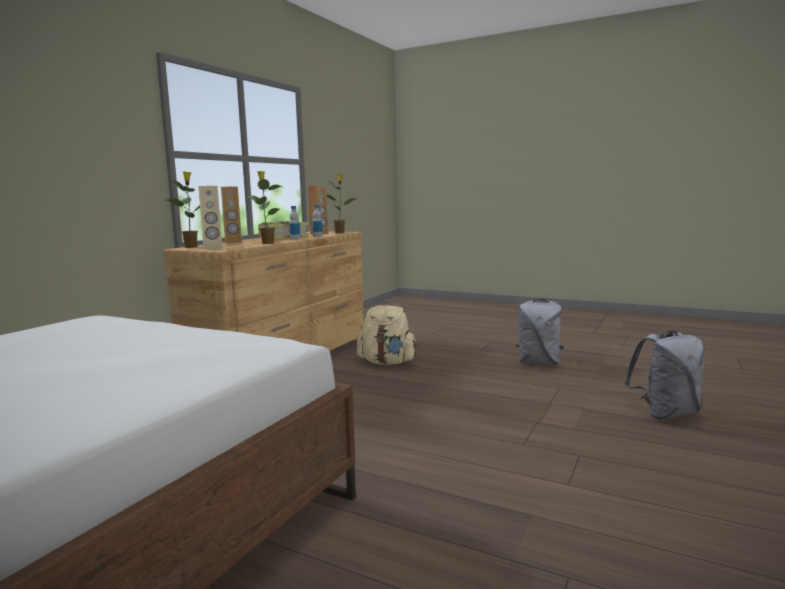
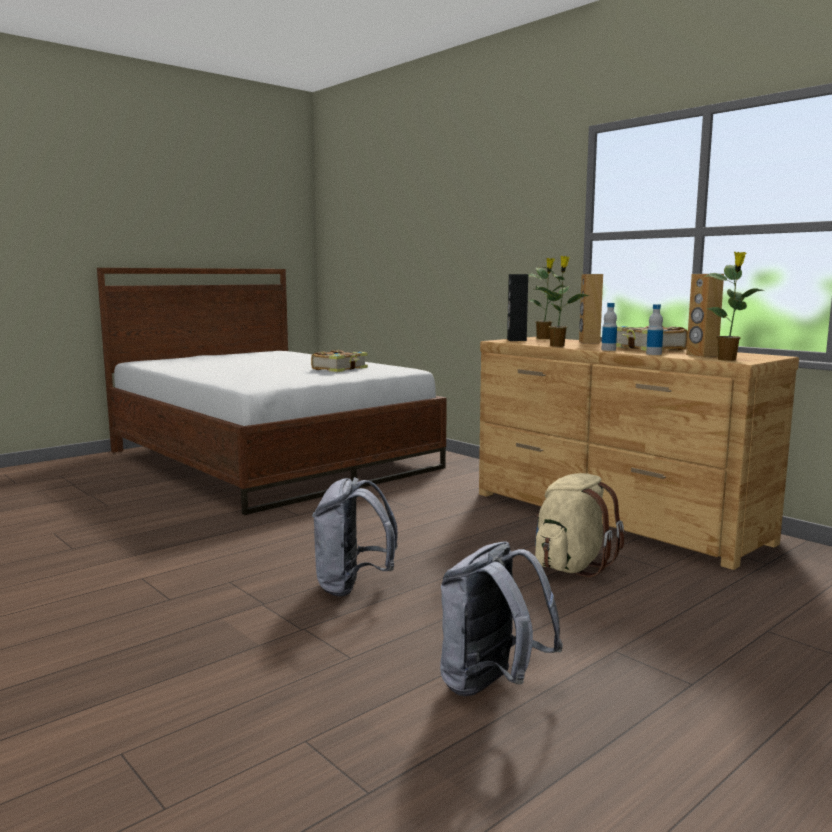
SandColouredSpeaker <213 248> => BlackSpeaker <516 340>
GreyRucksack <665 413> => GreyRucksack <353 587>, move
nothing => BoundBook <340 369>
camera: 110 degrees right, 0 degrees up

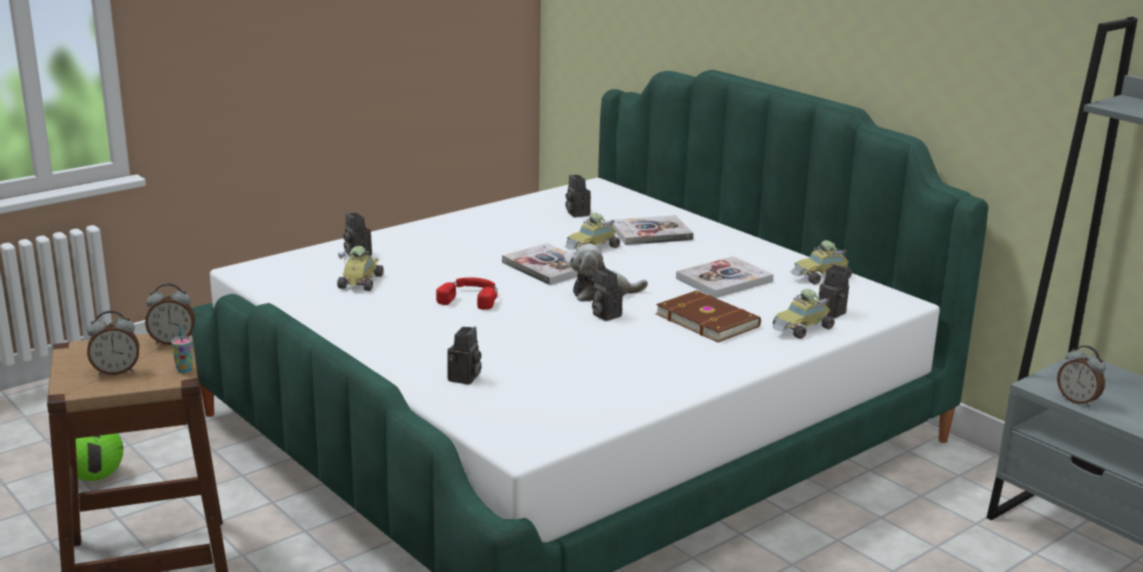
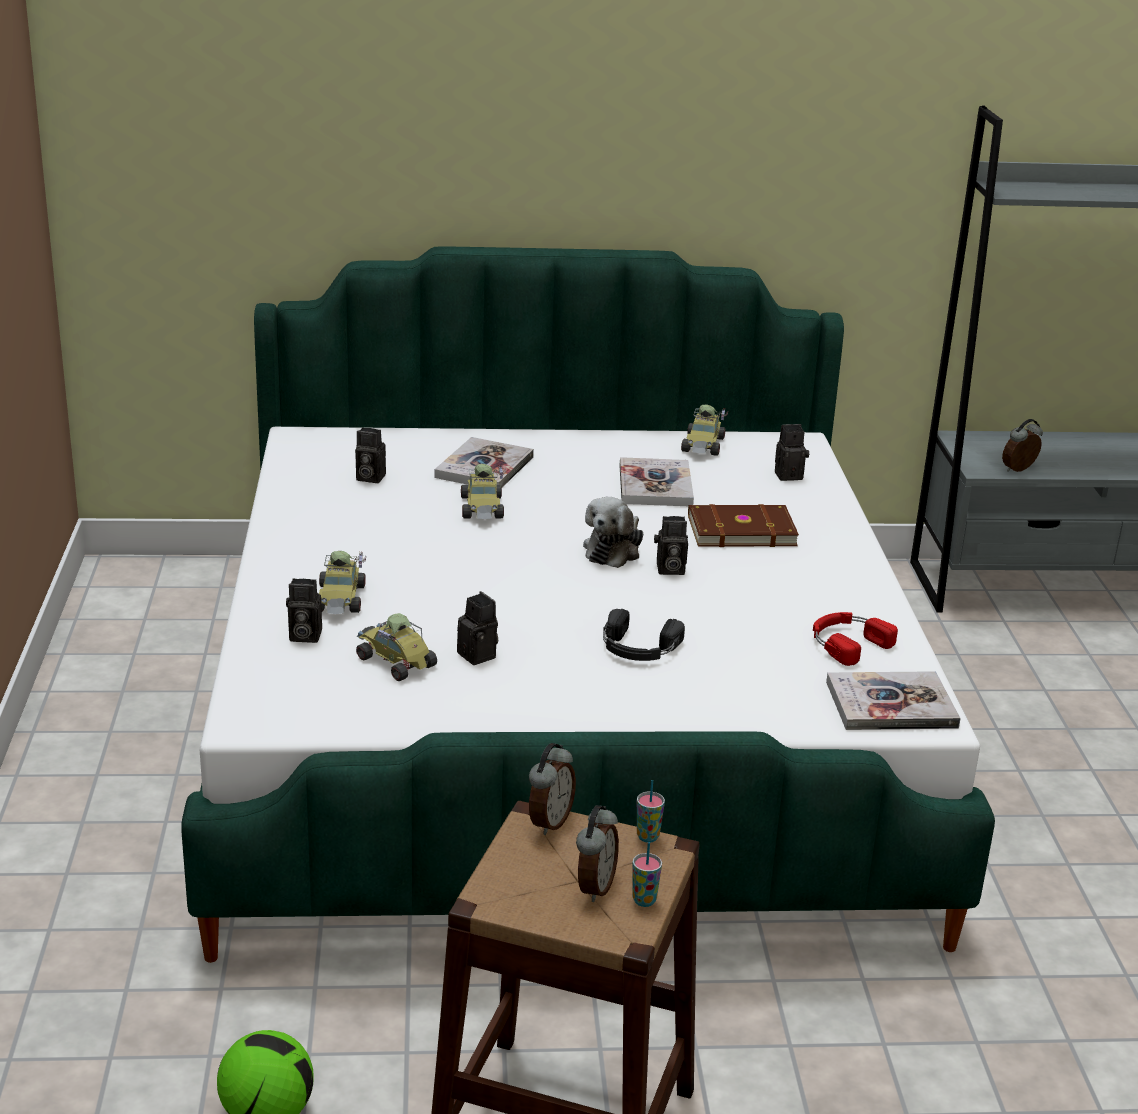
BoundBook <548 267> => BoundBook <891 705>, move
RedHeadphones <471 298> => RedHeadphones <847 643>, move
MiniatureCar <802 328> => MiniatureCar <341 599>, move
PhotoCamera <464 379> => PhotoCamera <480 655>, move
TableClock <1077 400> => TableClock <1019 470>, 150 degrees clockwise
nothing => BlackHeadphones <638 648>
nothing => Cup <644 900>
camera: 55 degrees left, 5 degrees up

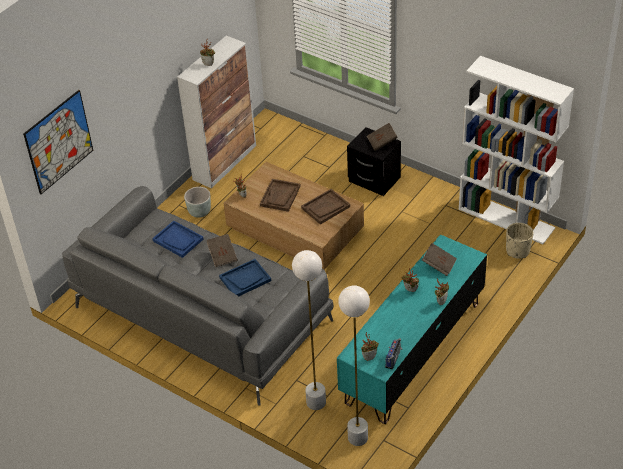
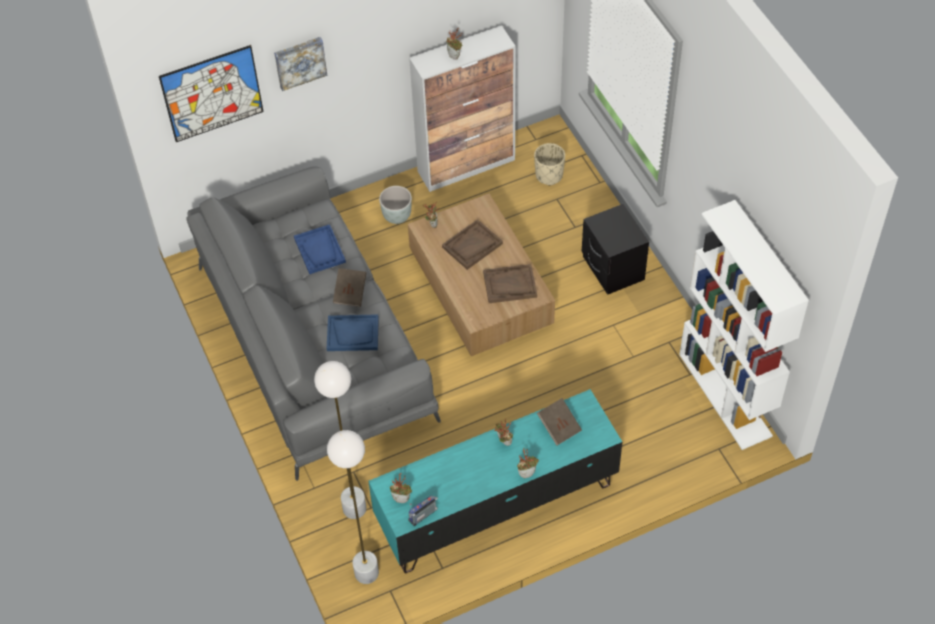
BrownBoundBook <382 142> => nothing
SandColouredPlantPot <518 251> => SandColouredPlantPot <549 175>, move
nothing => WallPicture <300 62>
camera: 30 degrees right, 10 degrees up

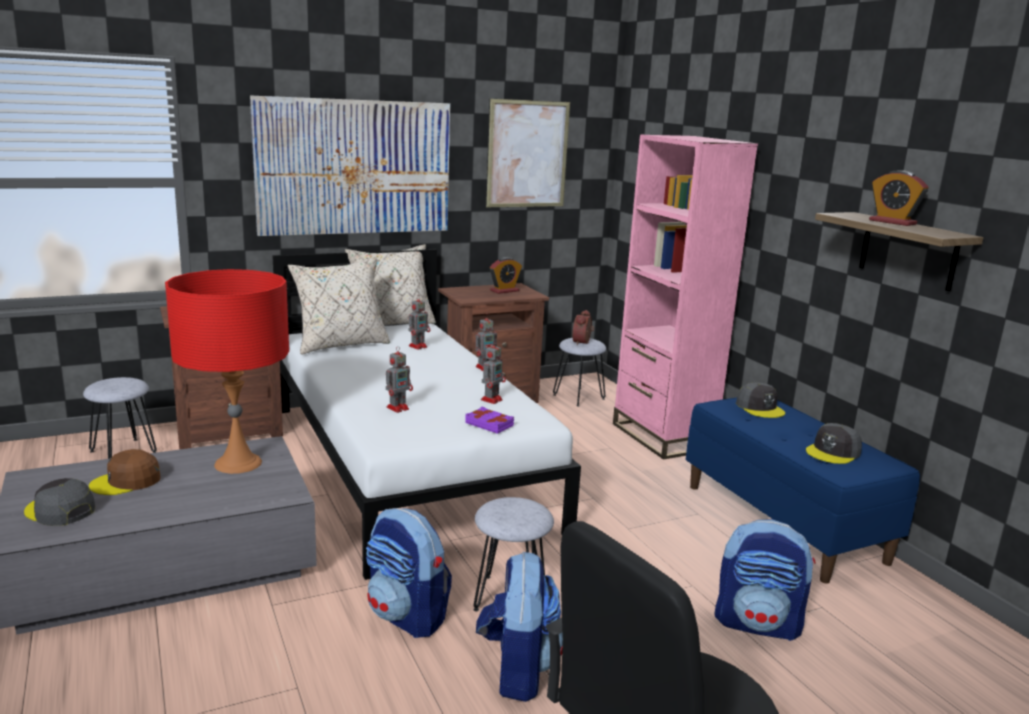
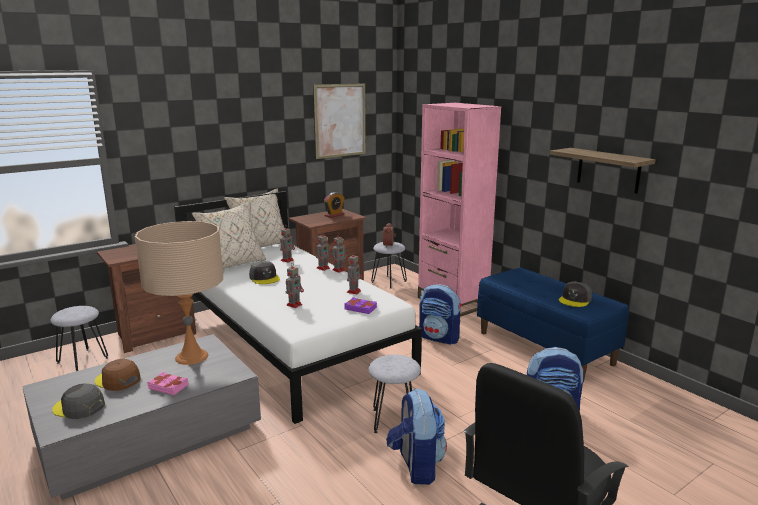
WallPicture <354 167> => nothing
TableClock <892 222> => nothing
RedTabletopLamp <238 463> => SandColouredTabletopLamp <191 357>
GreyPeakedCap <760 408> => GreyPeakedCap <264 278>, move
BrownPeakedCap <126 481> => BrownPeakedCap <117 380>, 75 degrees clockwise
Rucksack <407 616> => Rucksack <439 338>, move
nothing => RobotFigure <323 268>
nothing => PinkishBoundBook <168 386>
camera: 10 degrees left, 0 degrees up

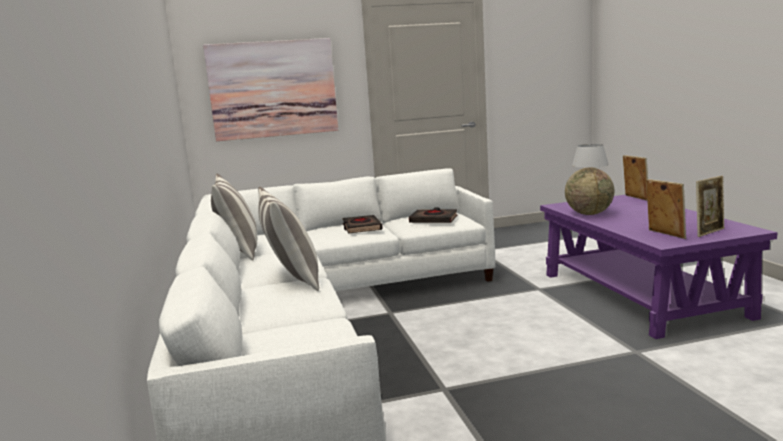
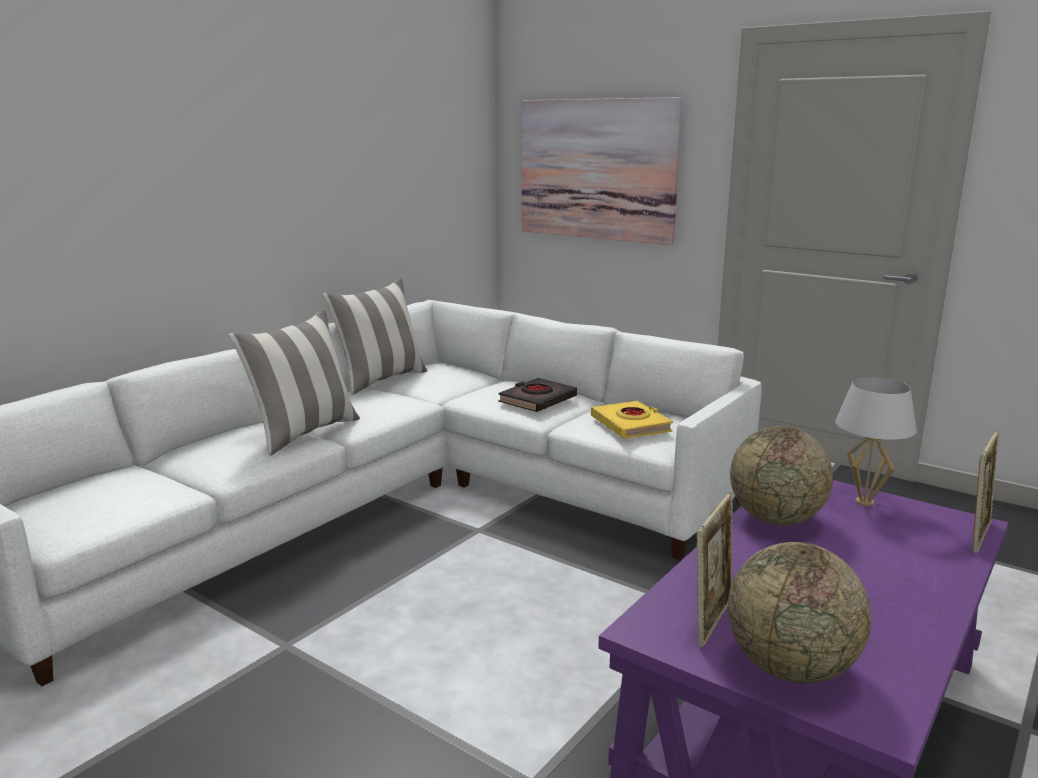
StandingFrame <709 232> => DeskGlobe <791 668>
BlackBoundBook <433 220> => YellowColouredBoundBook <631 425>
camera: 50 degrees right, 5 degrees up

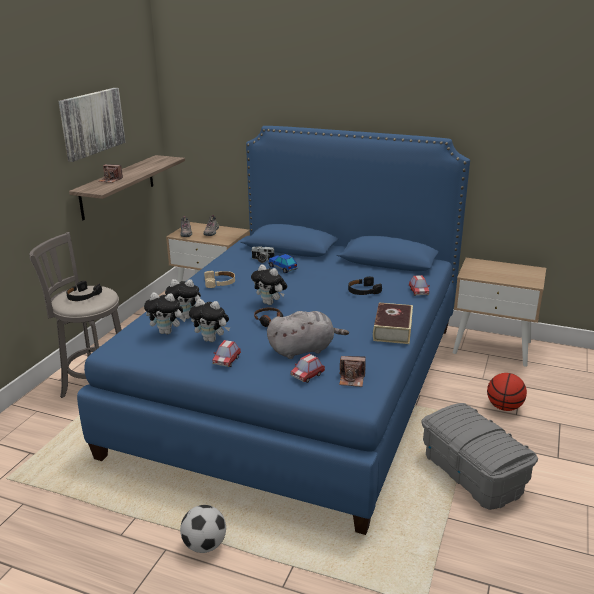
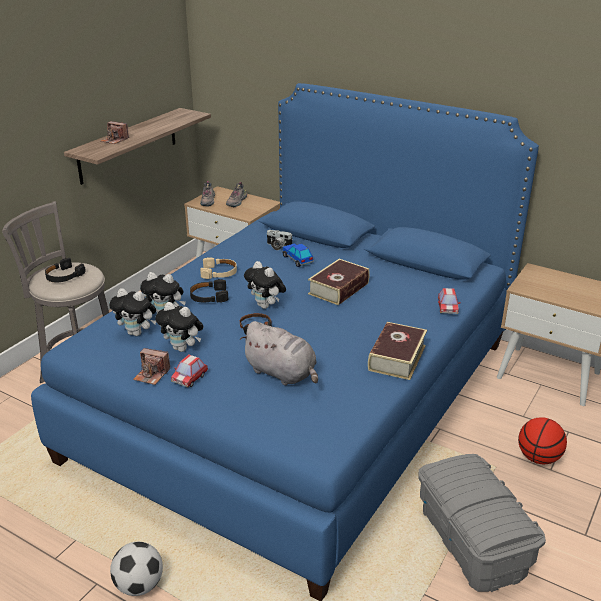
WallPicture <91 123> => nothing
BlackHeadphones <363 291> => BlackHeadphones <209 296>, move
GreyPlushToy <304 349> => GreyPlushToy <282 373>, 45 degrees clockwise
MiniatureCar <307 375> => nothing
PhotoCamera <352 379> => PhotoCamera <152 375>, move
nothing => BoundBook <338 288>
camera: 10 degrees right, 5 degrees up

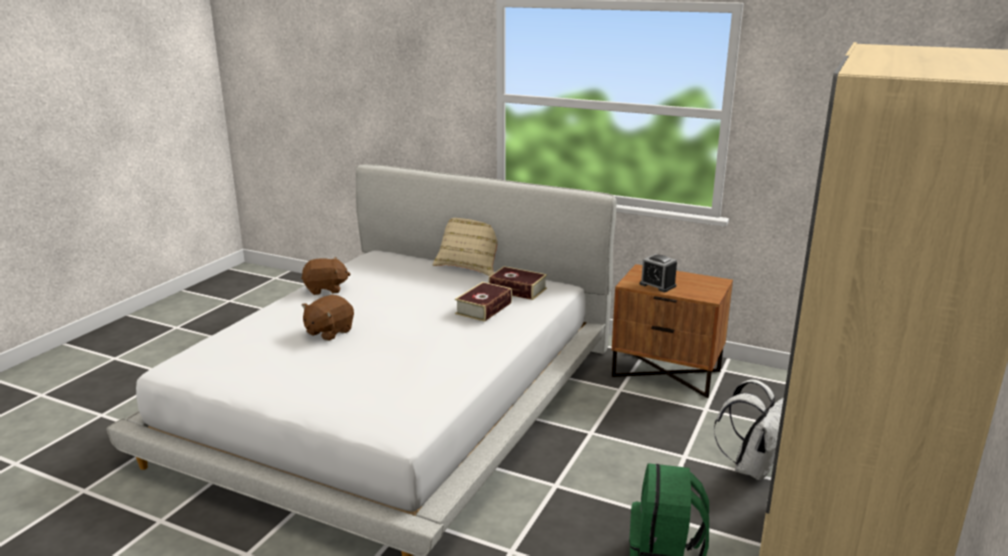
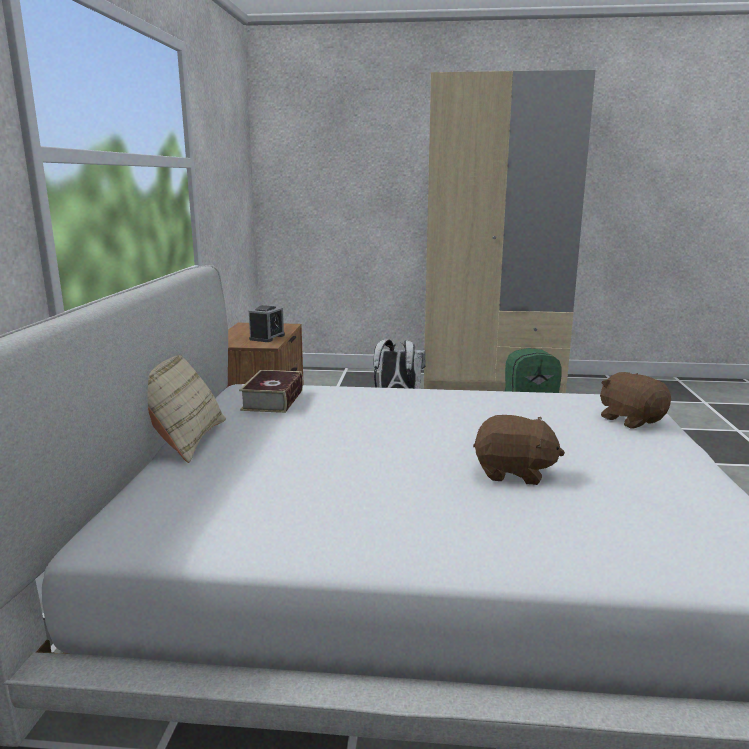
BrownPlushToy <325 289> => BrownPlushToy <631 420>, move
BoundBook <484 308> => nothing
camera: 110 degrees left, 5 degrees down

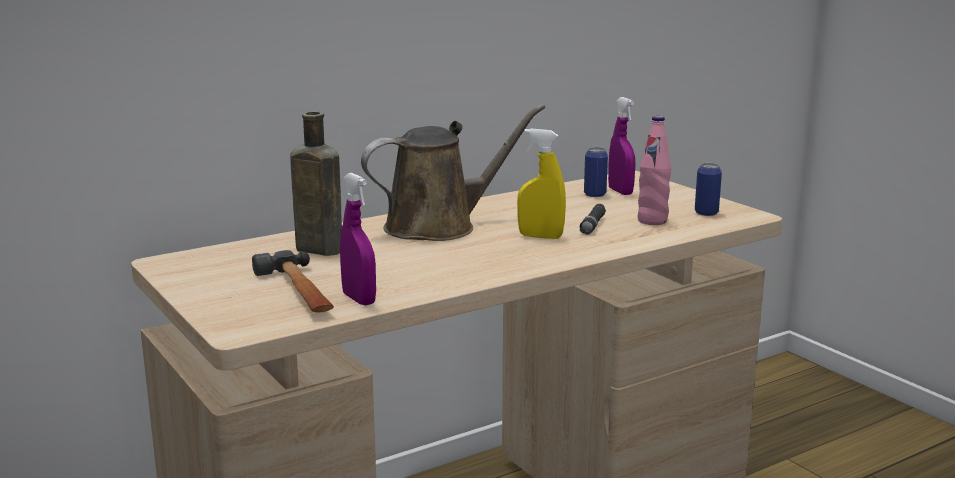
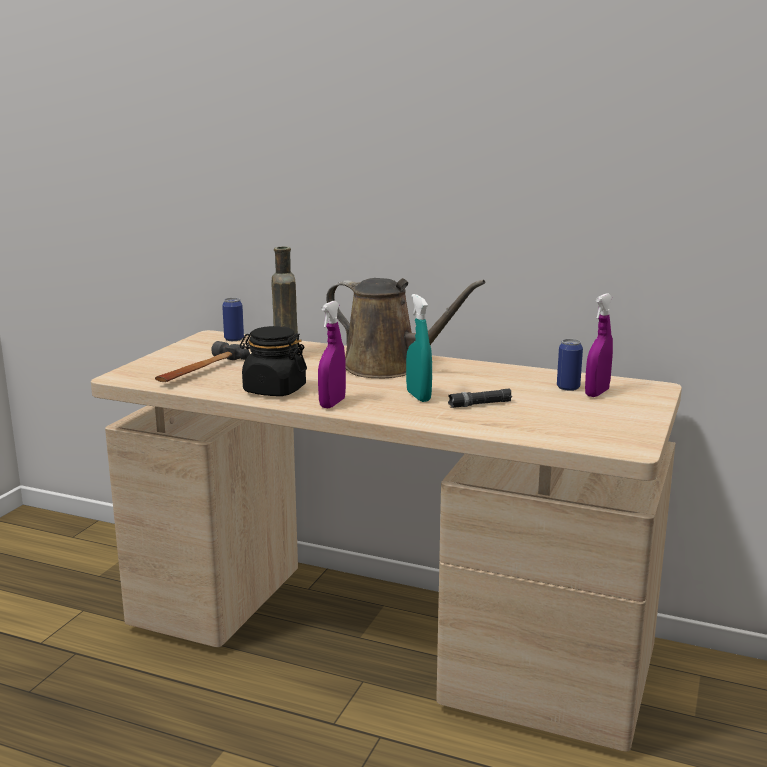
PinkishBottle <652 221> => nothing
YellowColouredSprayer <540 236> => TurquoiseSprayer <418 396>
Can <706 213> => Can <234 339>, move
PurpleColouredSprayer <359 299> => PurpleColouredSprayer <332 403>, move
nothing => BlackJar <274 390>
camera: 55 degrees right, 0 degrees up

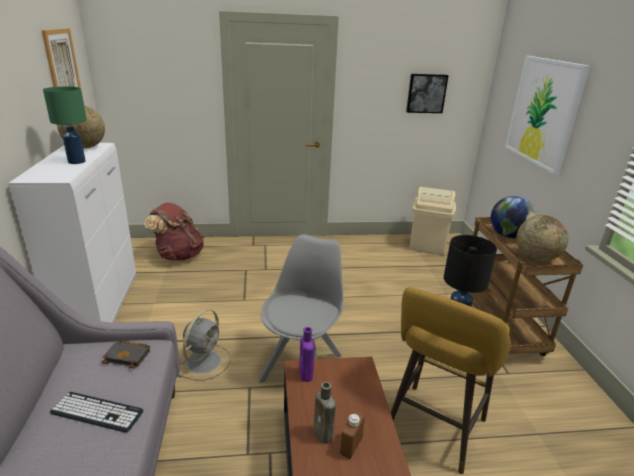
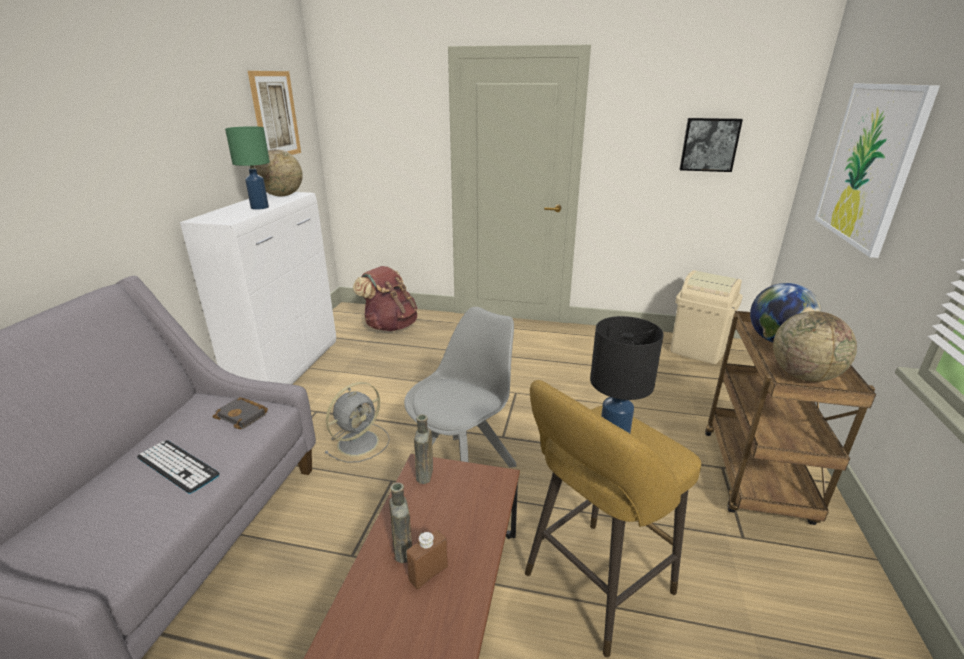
PurpleColouredBottle <306 375> => BrownBottle <424 476>
camera: 20 degrees right, 0 degrees up

